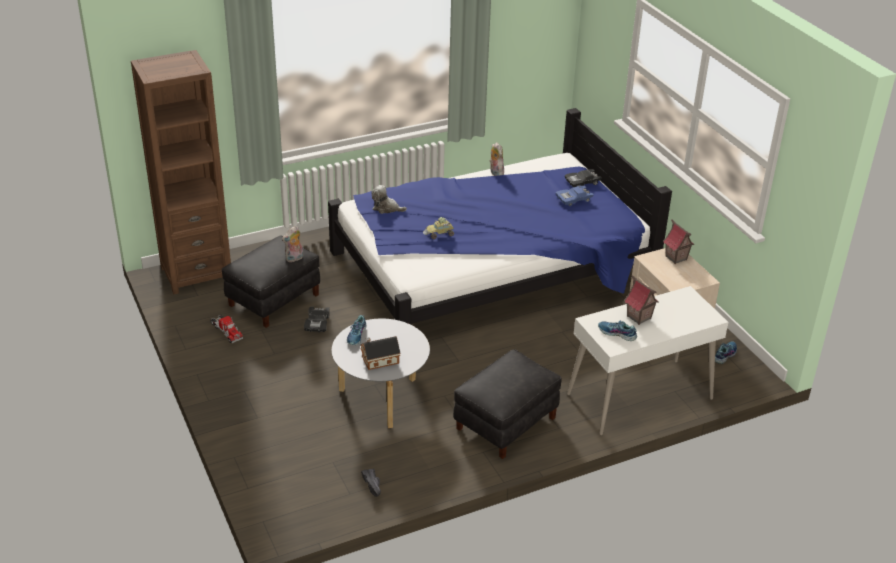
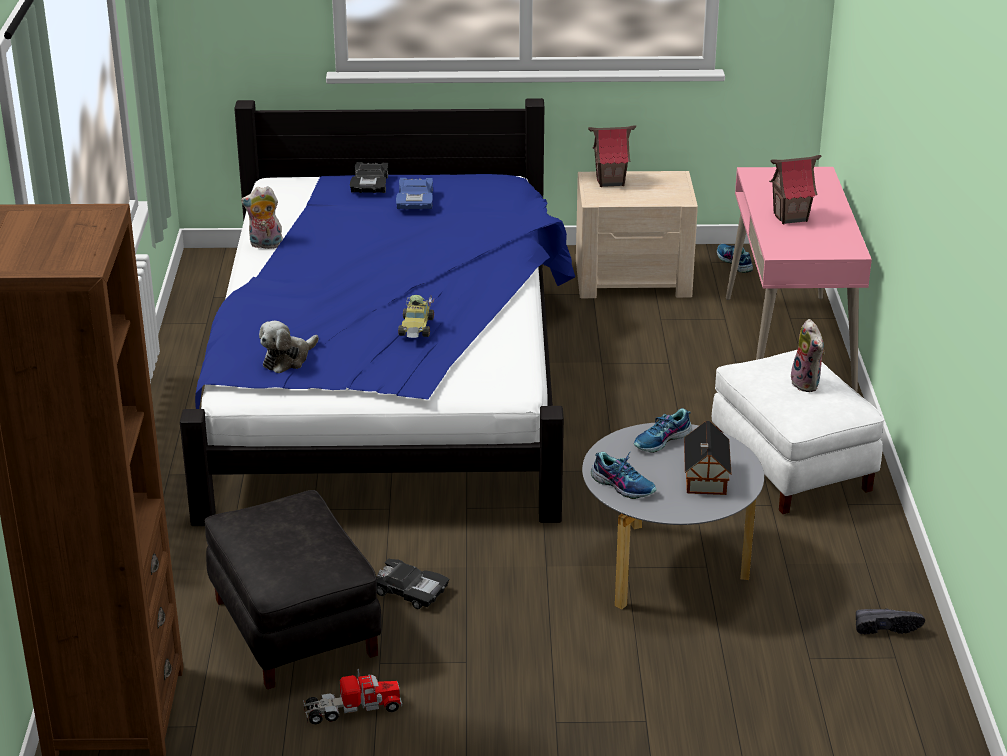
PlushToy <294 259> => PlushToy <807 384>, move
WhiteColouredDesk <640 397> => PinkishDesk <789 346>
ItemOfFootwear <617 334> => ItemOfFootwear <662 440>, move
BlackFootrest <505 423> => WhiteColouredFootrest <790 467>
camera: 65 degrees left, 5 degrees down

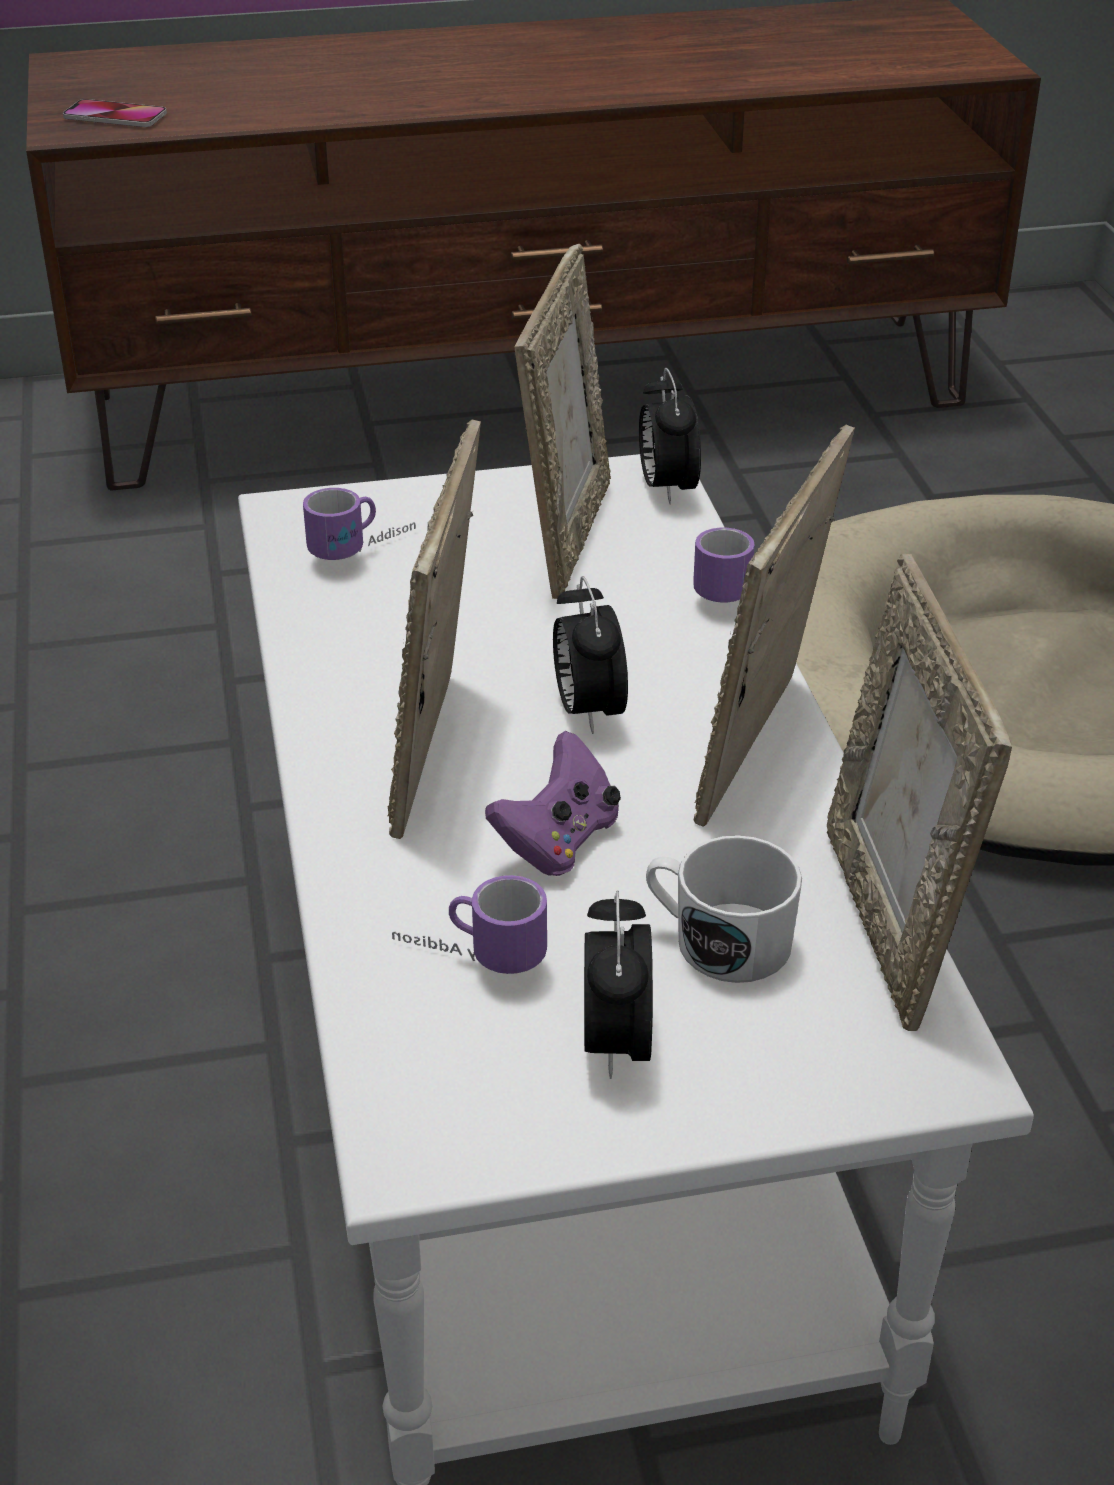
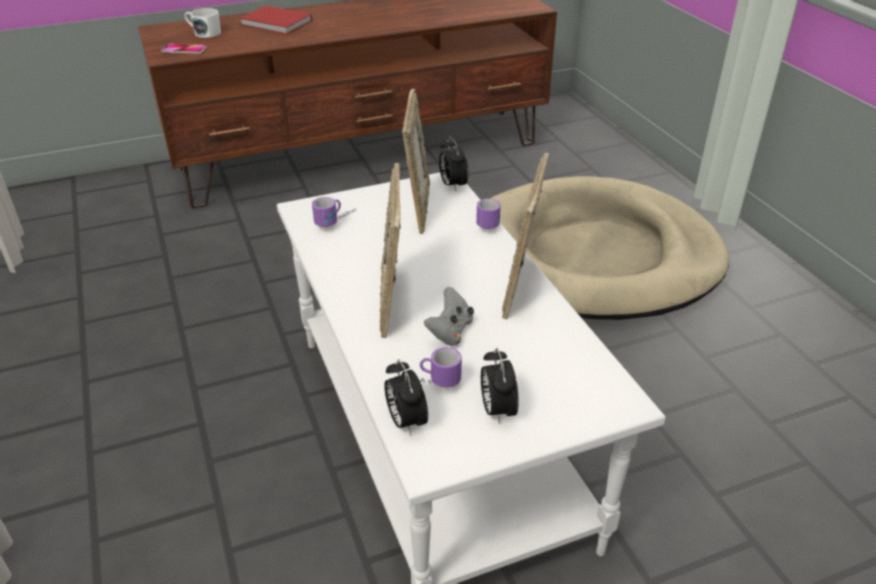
StandingFrame <889 922> => nothing
TableClock <588 710> => TableClock <405 421>, move
PurpleColouredJoypad <558 841> => GreyJoypad <450 331>
WhiteColouredMug <718 941> => WhiteColouredMug <204 33>, move
nothing => RedBoundBook <277 23>
camera: 10 degrees left, 0 degrees up

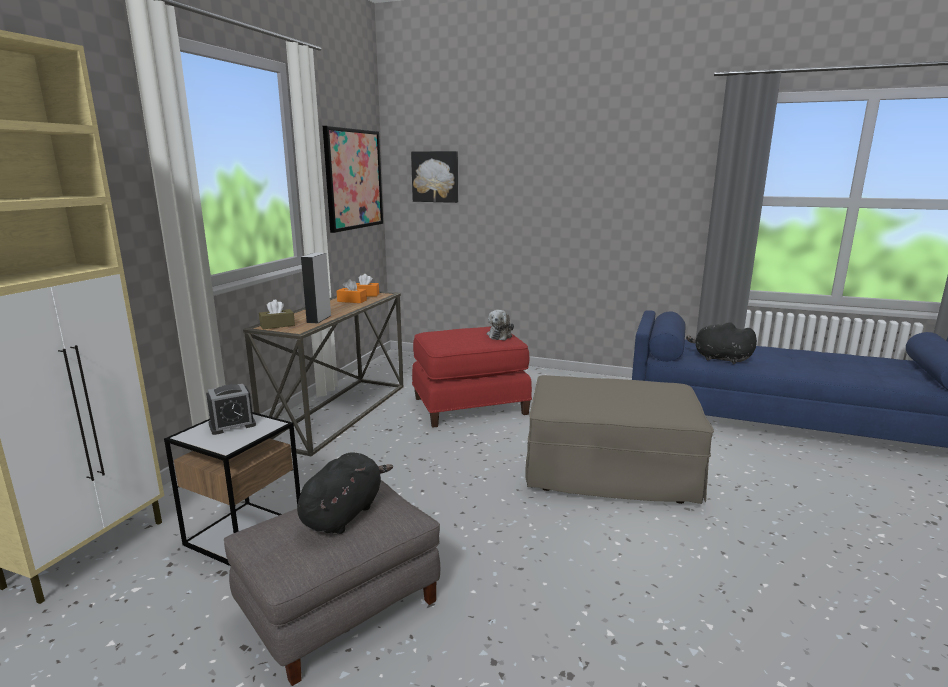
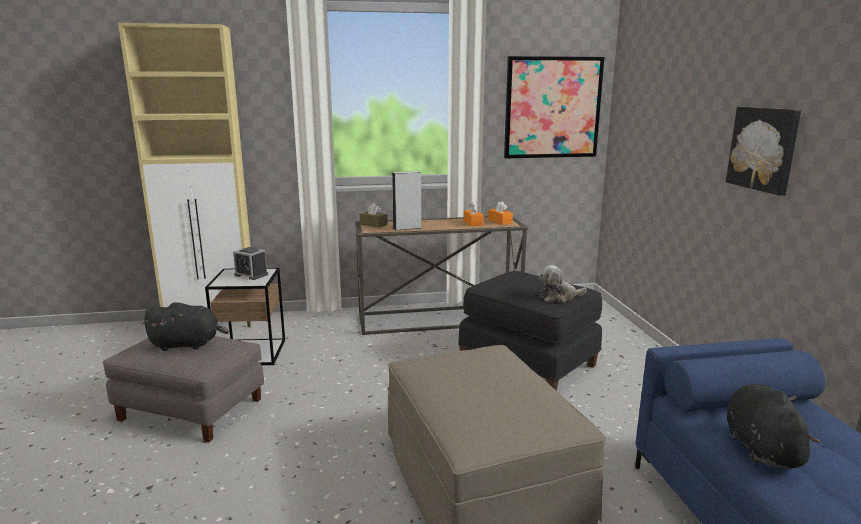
WallPicture <435 177> => WallPicture <764 149>, move
RedFootrest <469 405> => BlackFootrest <529 362>
camera: 60 degrees right, 0 degrees up

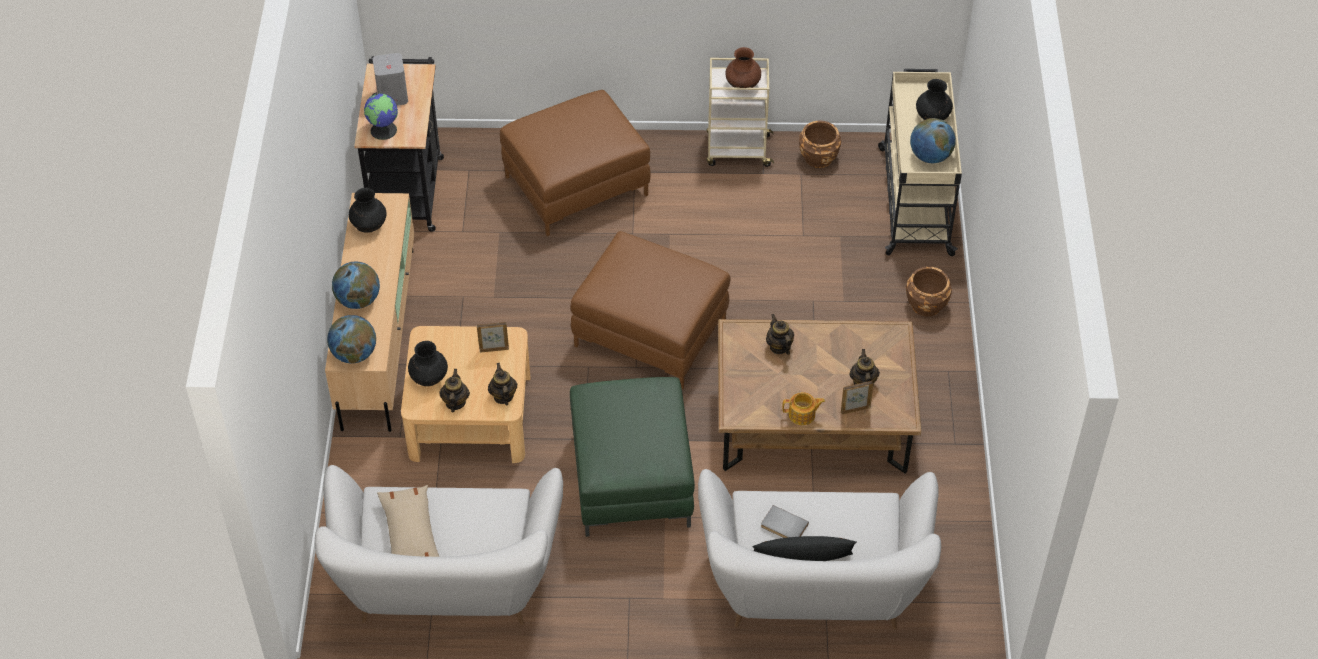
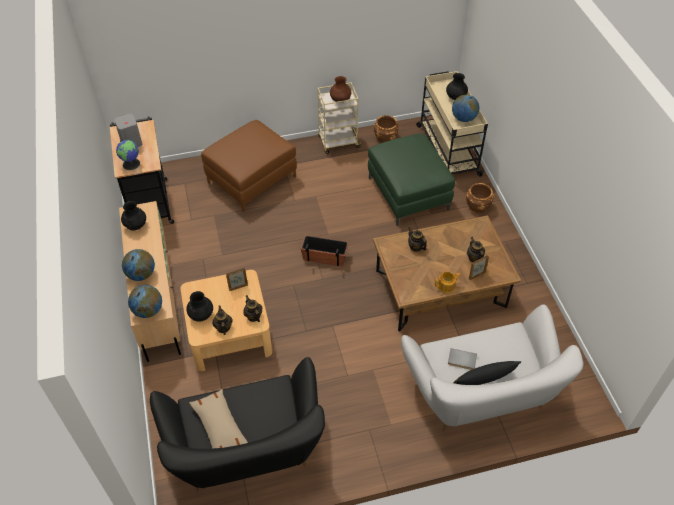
BrownFootrest <650 334> => PlantPot <324 257>
GreenFootrest <632 479> => GreenFootrest <408 193>, move
WhiteColouredSofa <446 584> => BlackSofa <247 450>
camera: 15 degrees left, 0 degrees up

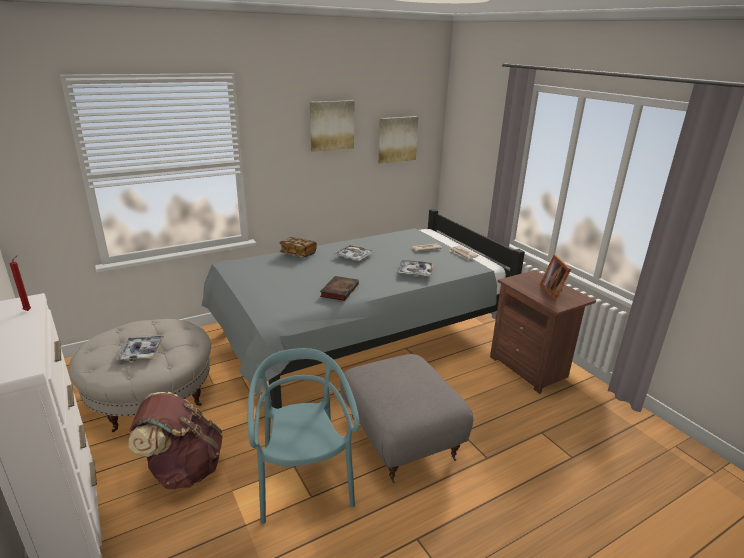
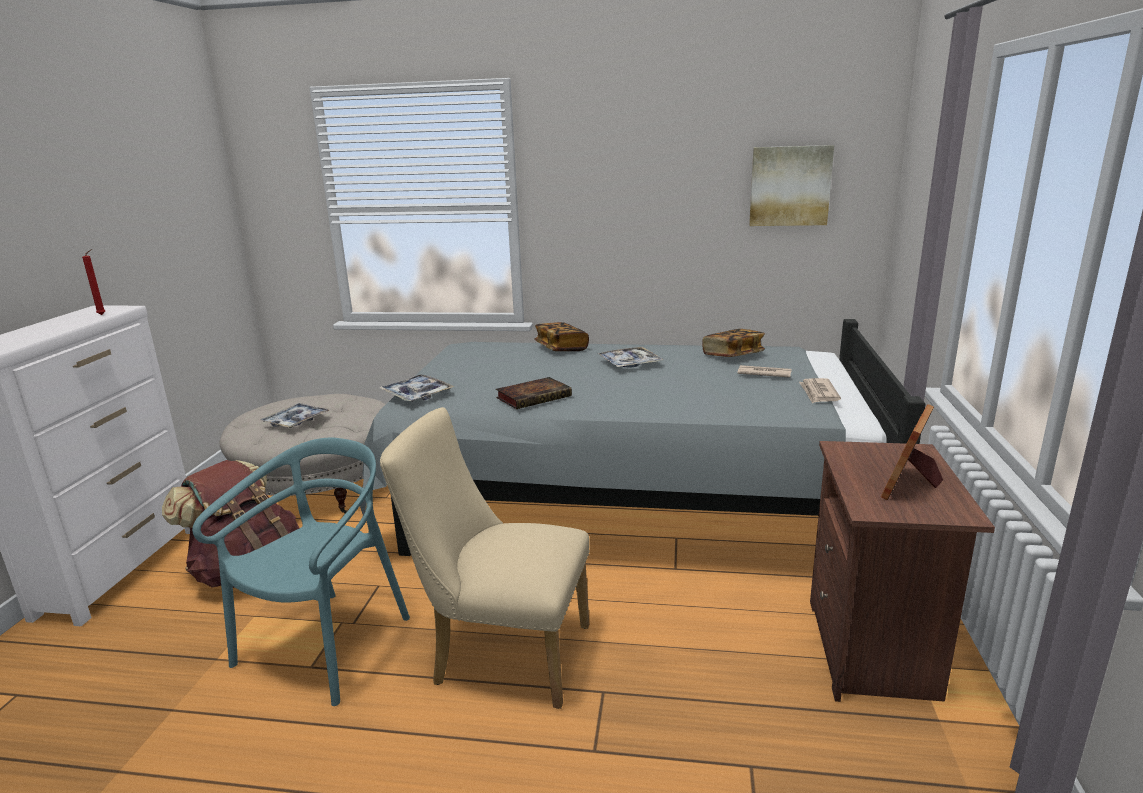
WallPicture <331 125> => nothing
ServingTray <415 272> => ServingTray <417 395>, move
GreyFootrest <399 439> => SandColouredUprightChair <501 654>
nothing => BoundBook <732 355>
camera: 40 degrees right, 5 degrees down

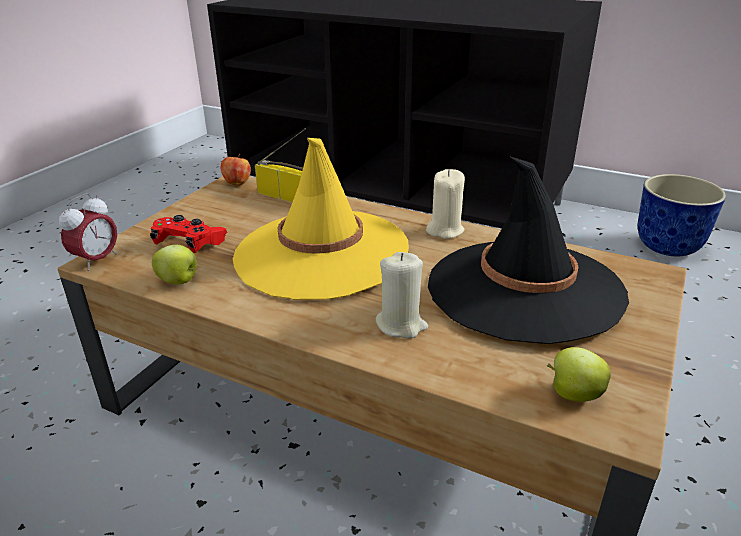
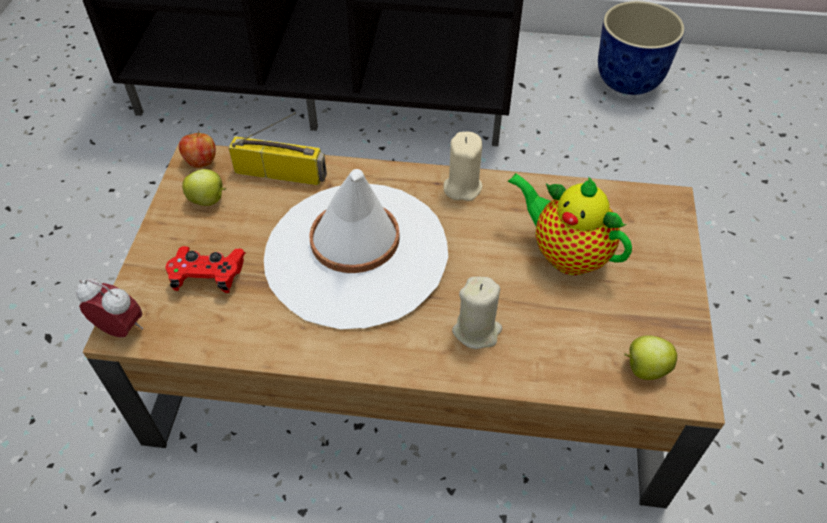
YellowColouredHat <321 253> => WhiteColouredHat <356 254>
BlackHat <524 289> => PotForTea <565 253>
TableClock <97 260> => TableClock <121 329>, 75 degrees counterclockwise
Apple <179 281> => Apple <209 200>, move
camera: 20 degrees left, 20 degrees up

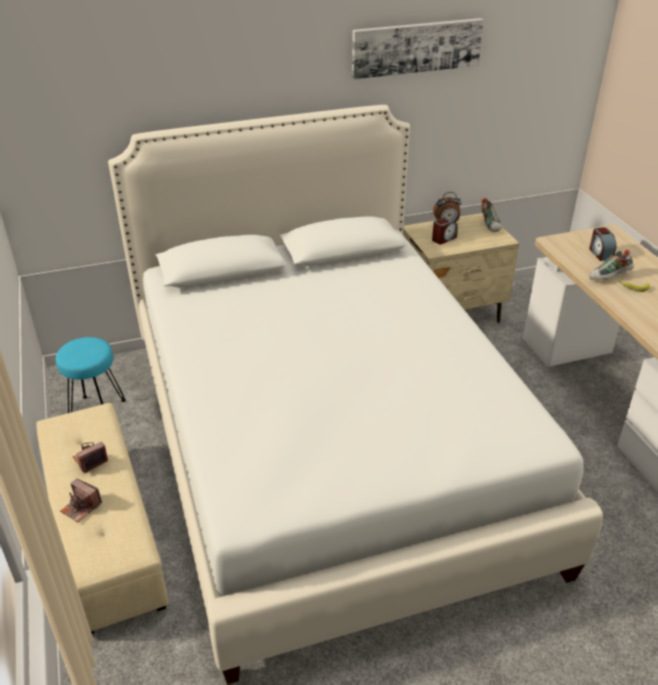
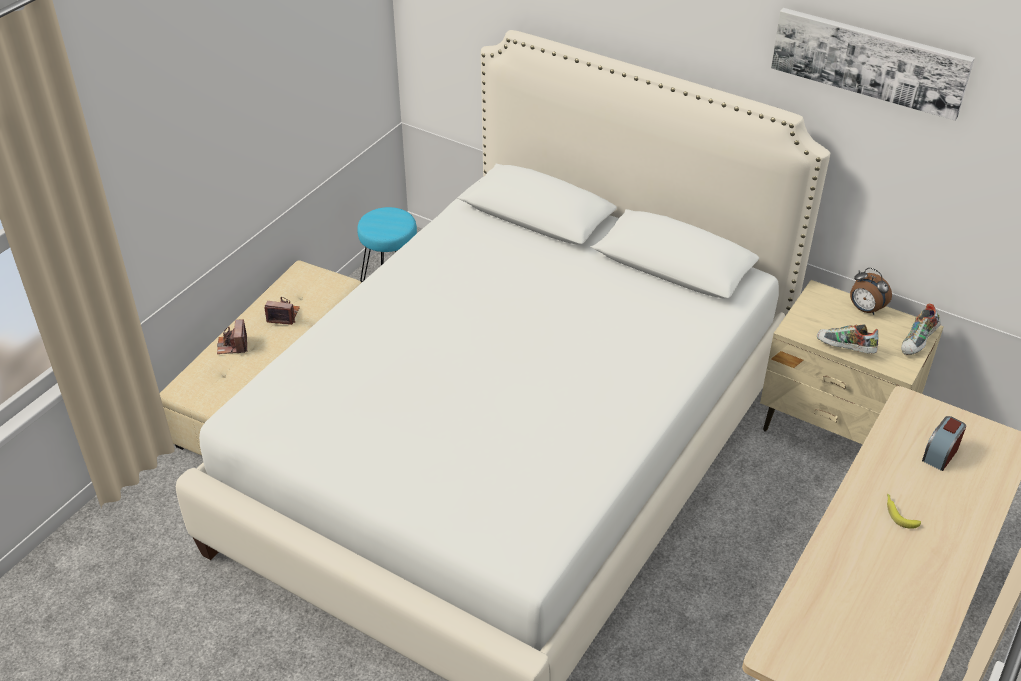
TableClock <443 239> => nothing
ItemOfFootwear <609 277> => ItemOfFootwear <845 349>, move
camera: 50 degrees right, 5 degrees up

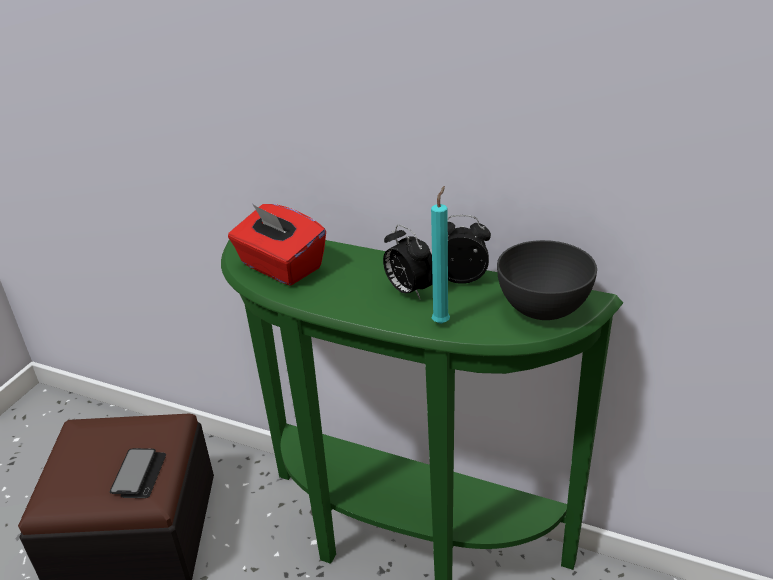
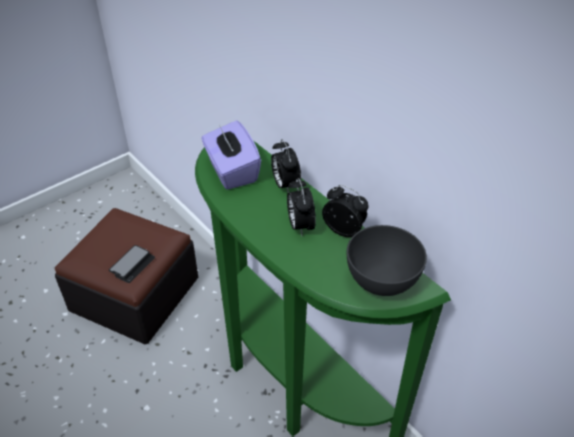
TurquoiseWaxLight <442 322> => nothing
RedTissueHolder <280 267> => PurpleColouredTissueHolder <231 171>
nothing => TableClock <285 185>
camera: 25 degrees right, 10 degrees up

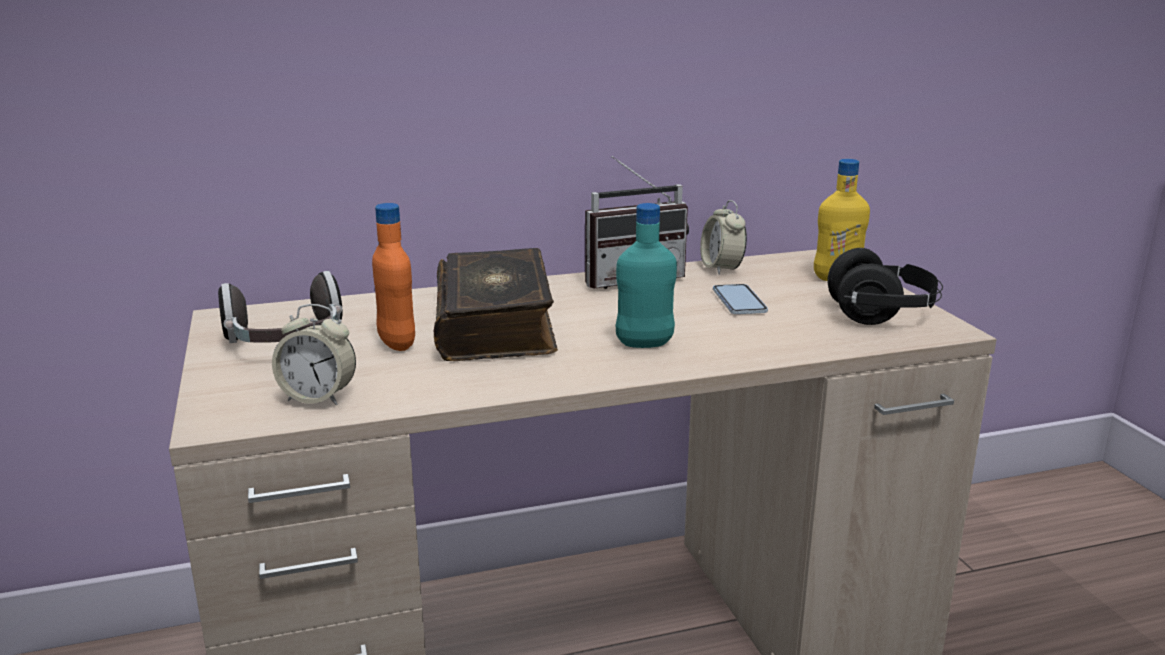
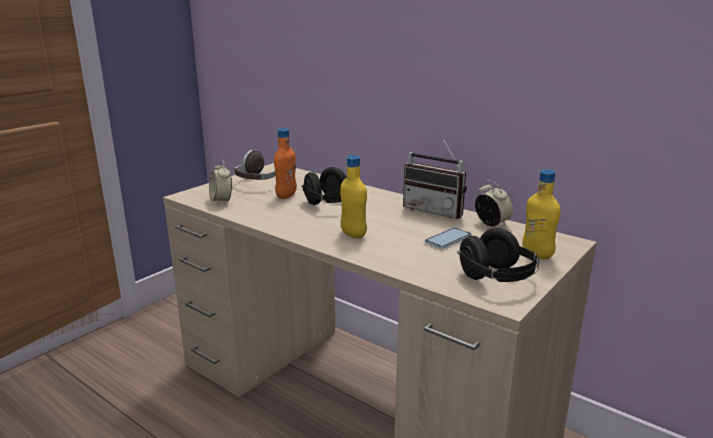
TableClock <721 269> => TableClock <492 224>, 105 degrees clockwise
TurquoiseBottle <644 344> => YellowColouredBottle <353 234>
BoundBook <496 324> => BlackHeadphones <331 204>
camera: 55 degrees right, 0 degrees up

